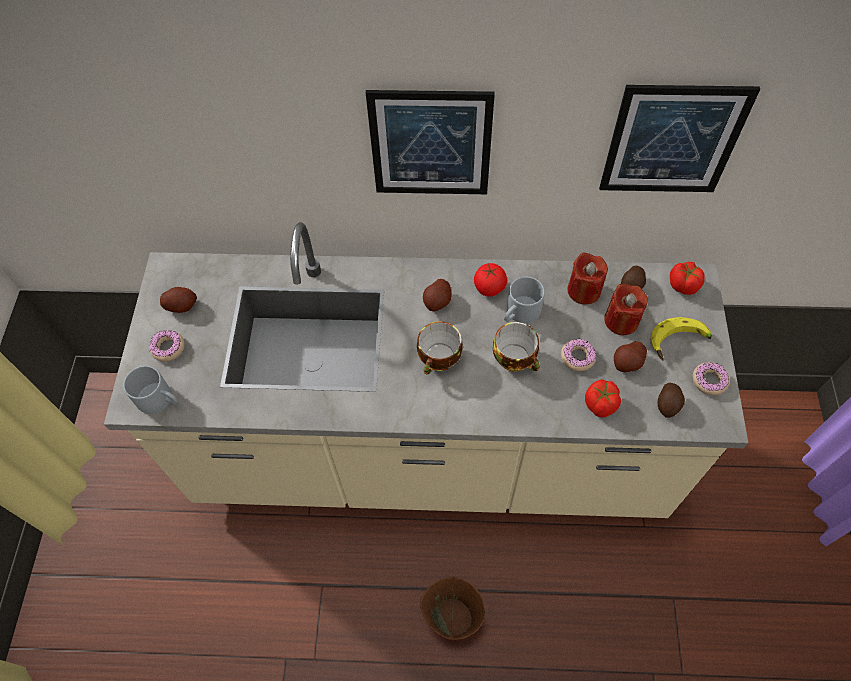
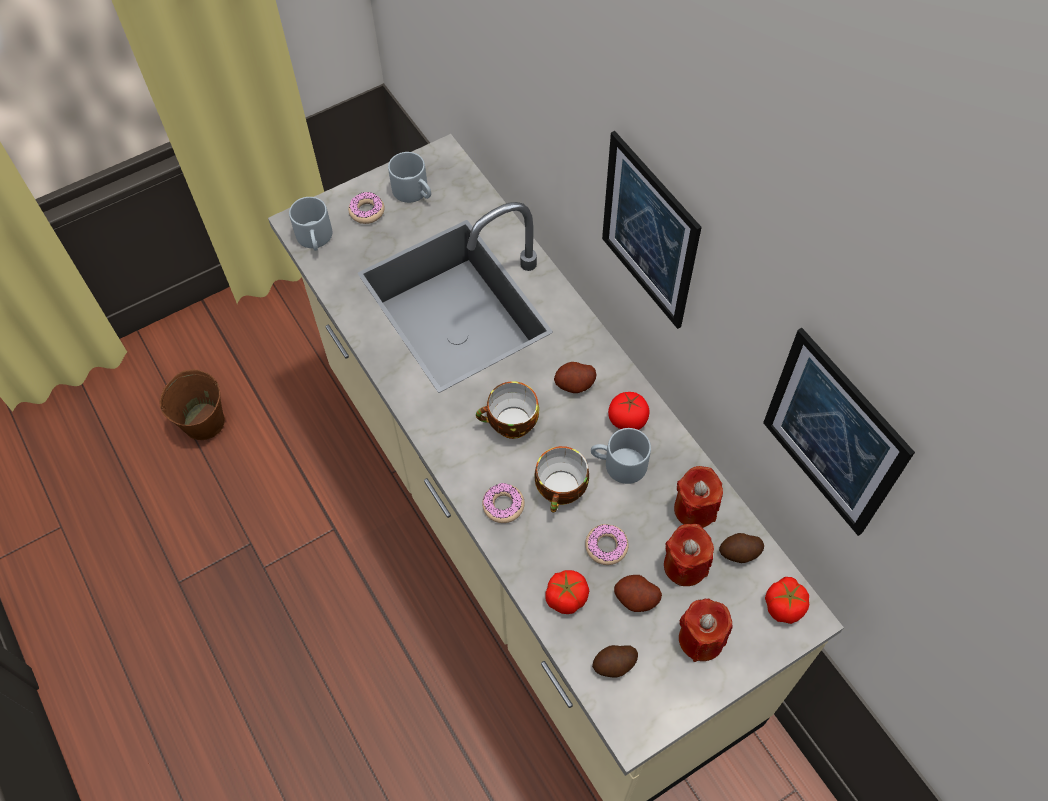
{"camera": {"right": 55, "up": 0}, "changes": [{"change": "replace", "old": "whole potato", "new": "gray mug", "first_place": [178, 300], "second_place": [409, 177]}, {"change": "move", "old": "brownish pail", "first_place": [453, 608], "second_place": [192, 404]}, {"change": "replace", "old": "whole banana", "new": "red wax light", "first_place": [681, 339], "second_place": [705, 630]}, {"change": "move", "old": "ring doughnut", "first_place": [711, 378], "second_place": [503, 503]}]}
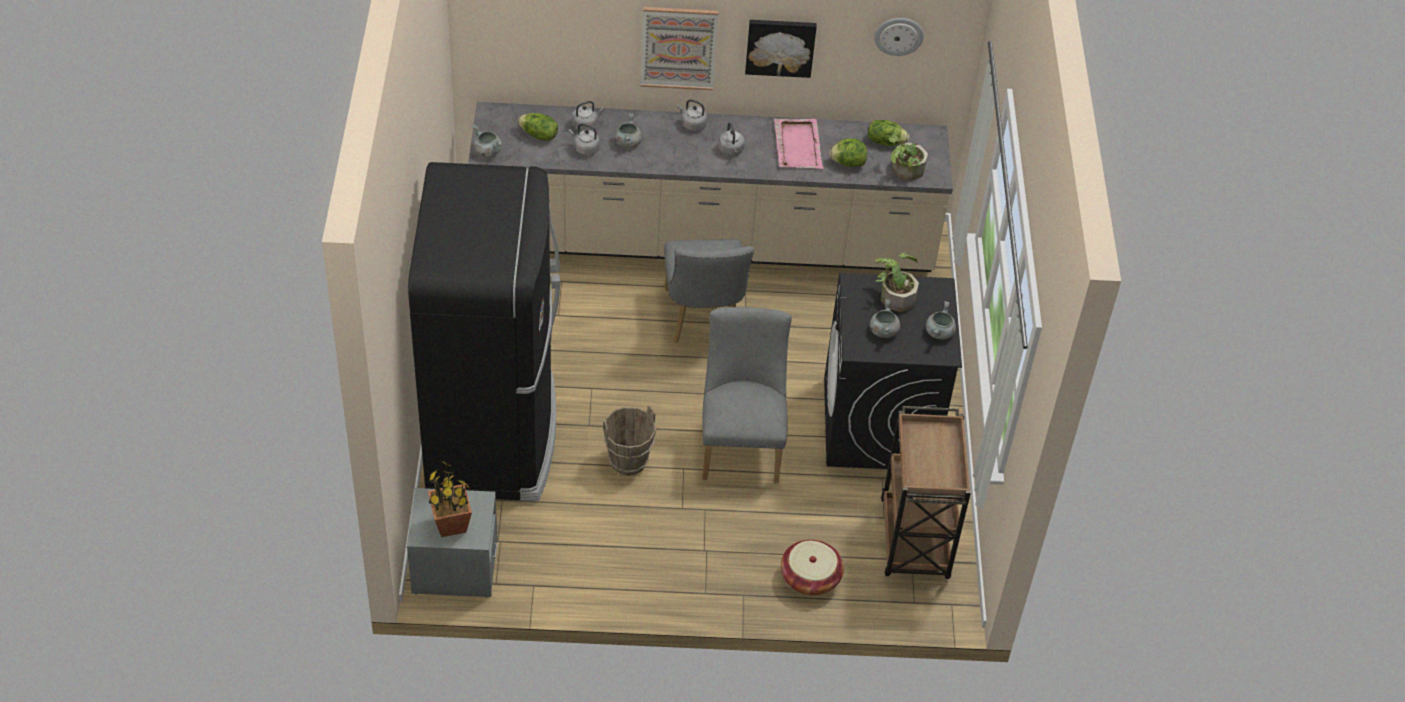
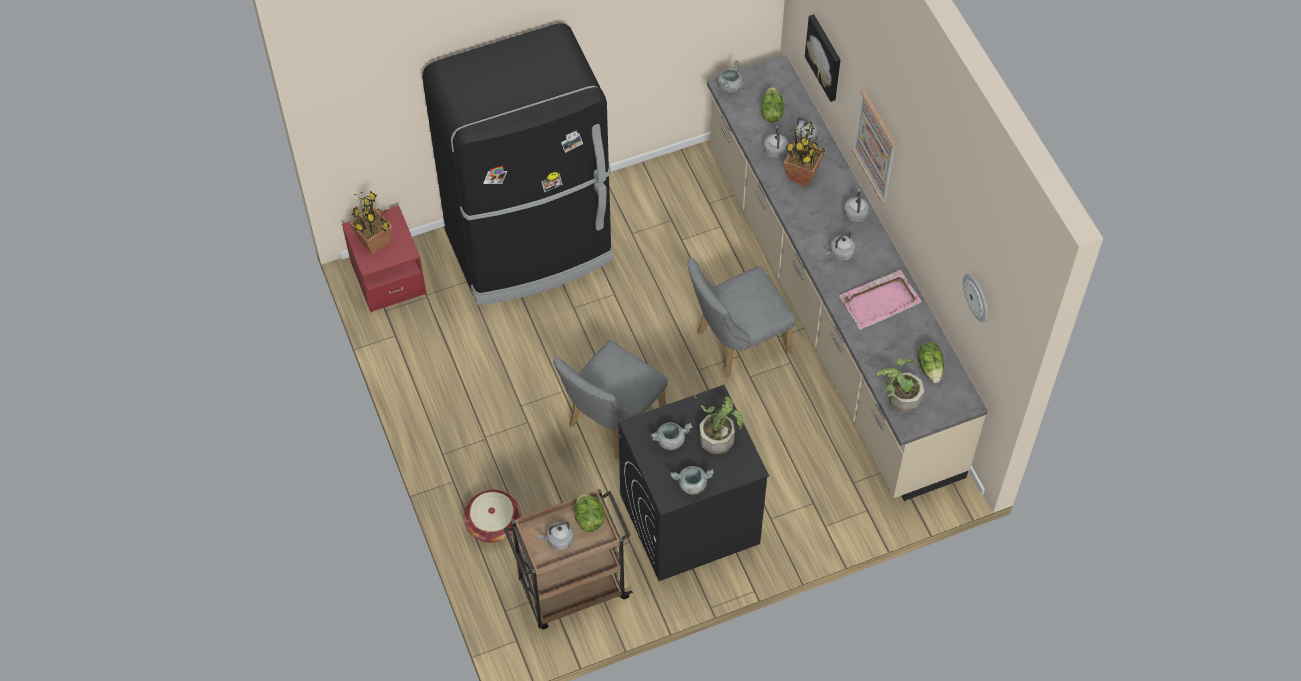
{"camera": {"right": 70, "up": 10}, "changes": [{"change": "recolor", "old": "gray bedside table", "new": "red bedside table", "first_place": [452, 543], "second_place": [384, 259]}, {"change": "delete", "old": "brownish pail", "first_place": [629, 441]}, {"change": "replace", "old": "gray stockpot", "new": "houseplant", "first_place": [628, 130], "second_place": [804, 154]}, {"change": "rotate", "old": "gray plain chair", "first_place": [747, 395], "second_place": [610, 400], "degrees": 150}, {"change": "move", "old": "wall art", "first_place": [780, 49], "second_place": [823, 58]}, {"change": "move", "old": "lettuce", "first_place": [848, 152], "second_place": [589, 513]}, {"change": "insert", "new": "gray kettle", "second_place": [556, 536]}]}
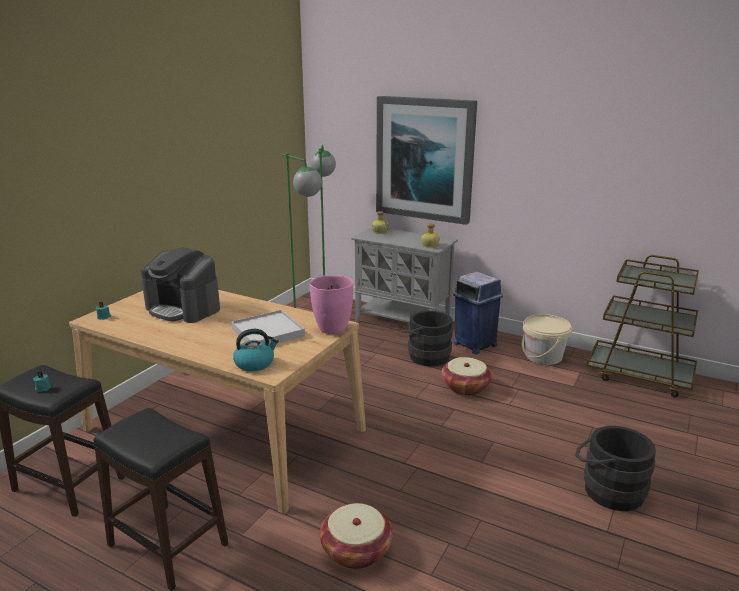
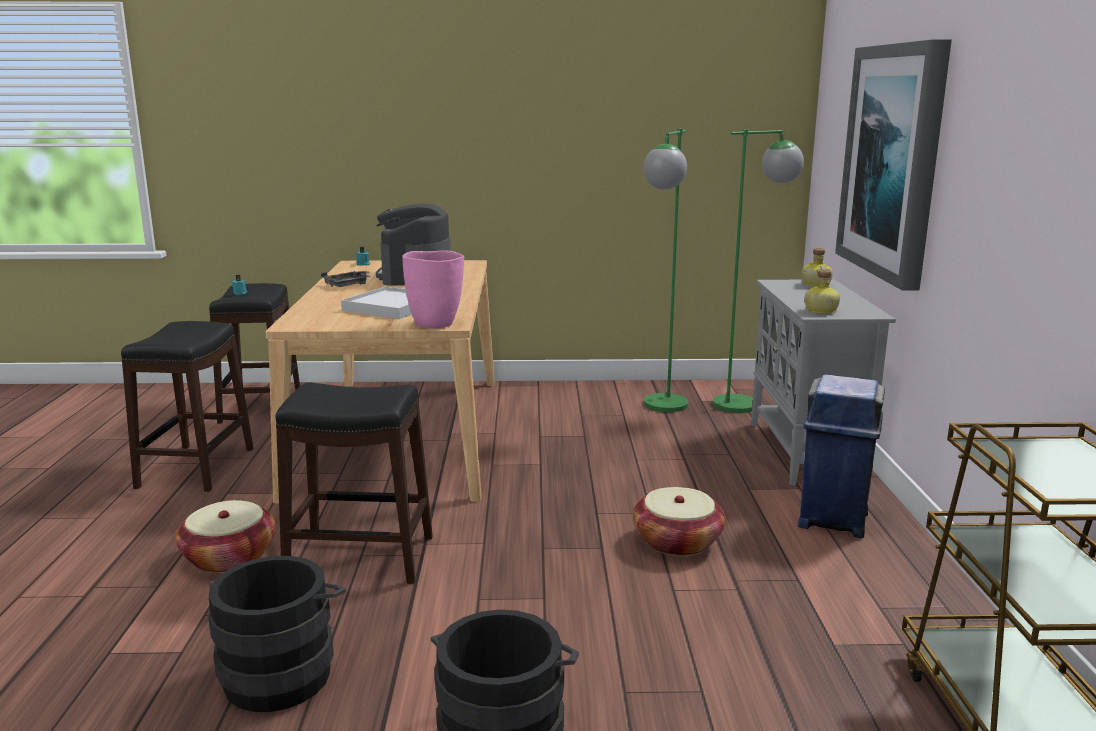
{"camera": {"right": 60, "up": -5}, "changes": [{"change": "delete", "old": "kettle", "first_place": [256, 350]}, {"change": "move", "old": "black pail", "first_place": [426, 338], "second_place": [277, 634]}, {"change": "delete", "old": "beige-coloured pail", "first_place": [547, 339]}, {"change": "insert", "new": "black stool", "second_place": [354, 483]}, {"change": "insert", "new": "gray carrying tray", "second_place": [346, 279]}]}
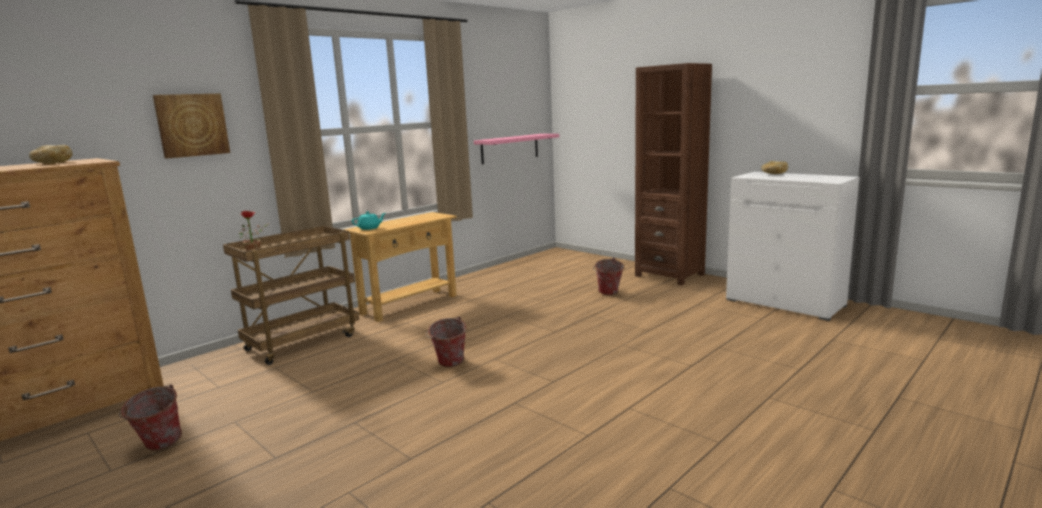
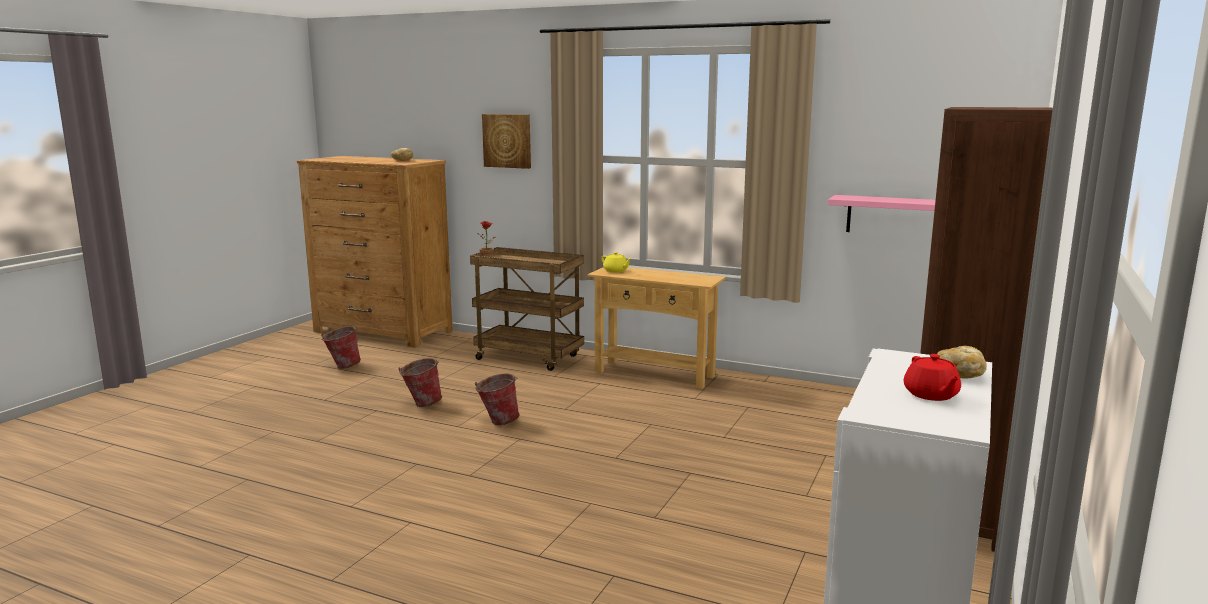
{"camera": {"right": 70, "up": 0}, "changes": [{"change": "recolor", "old": "turquoise teapot", "new": "yellow teapot", "first_place": [368, 220], "second_place": [616, 262]}, {"change": "move", "old": "pail", "first_place": [608, 276], "second_place": [420, 382]}, {"change": "insert", "new": "red teapot", "second_place": [932, 377]}]}
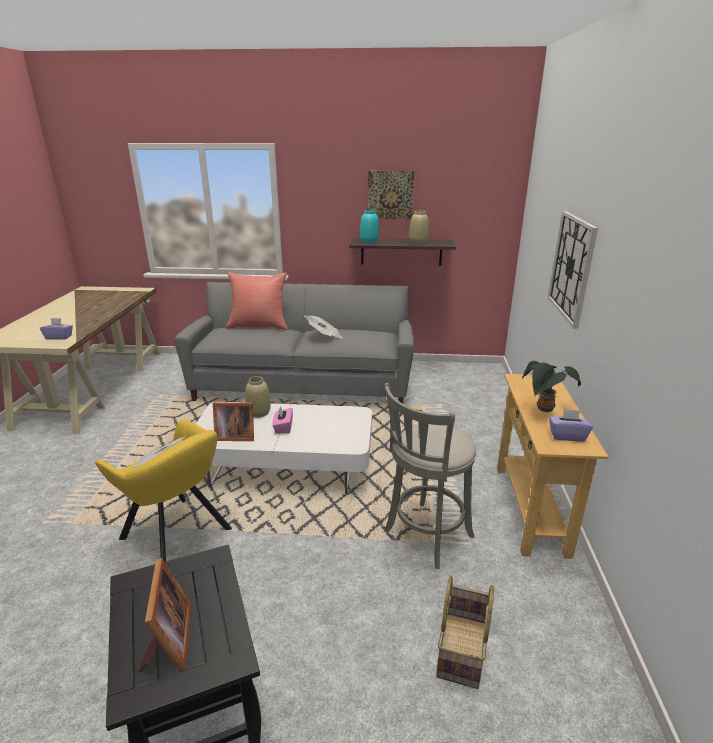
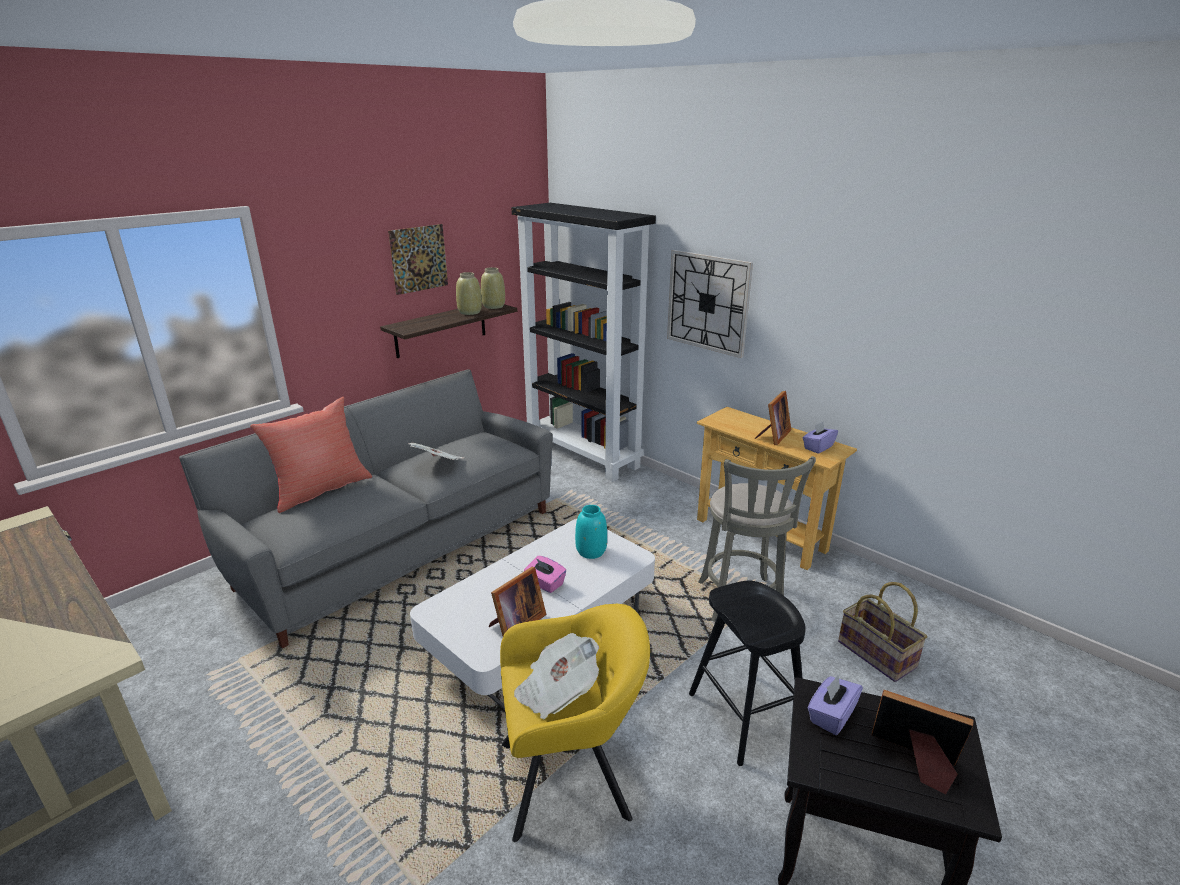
{"camera": {"right": -50, "up": 0}, "changes": [{"change": "move", "old": "purple box of tissues", "first_place": [56, 329], "second_place": [835, 705]}, {"change": "move", "old": "beige-coloured flower vase", "first_place": [258, 397], "second_place": [493, 288]}, {"change": "move", "old": "turquoise flower vase", "first_place": [369, 226], "second_place": [591, 532]}, {"change": "replace", "old": "houseplant", "new": "picture frame", "first_place": [551, 386], "second_place": [772, 418]}, {"change": "insert", "new": "black shelving unit", "second_place": [583, 342]}, {"change": "insert", "new": "black stool", "second_place": [747, 673]}]}
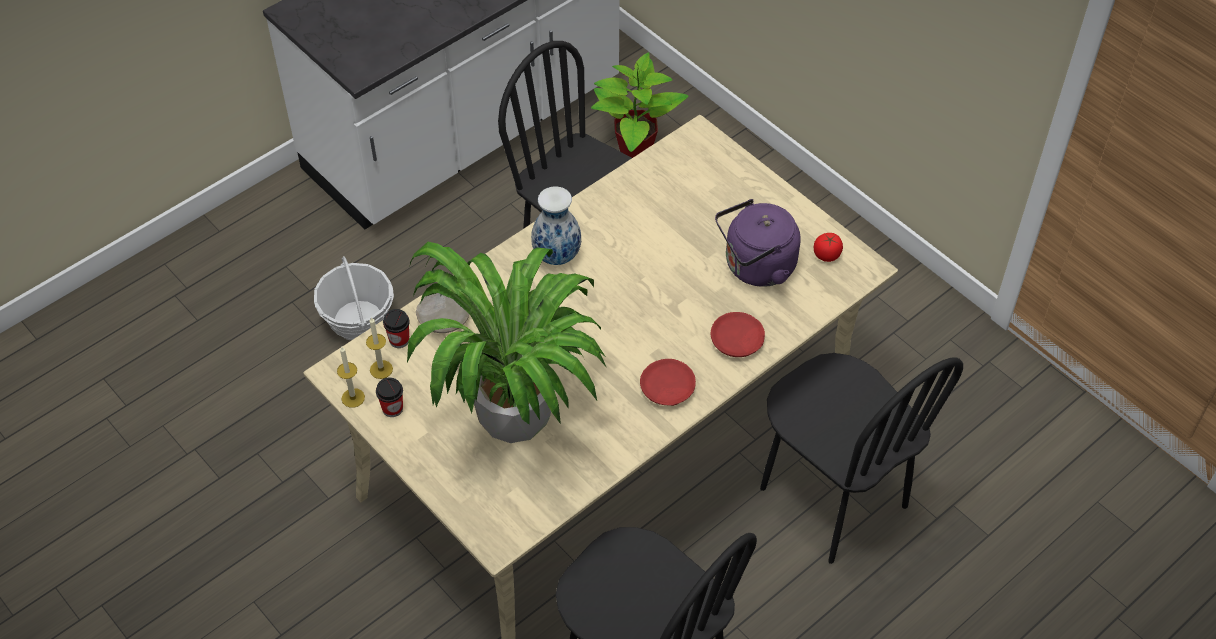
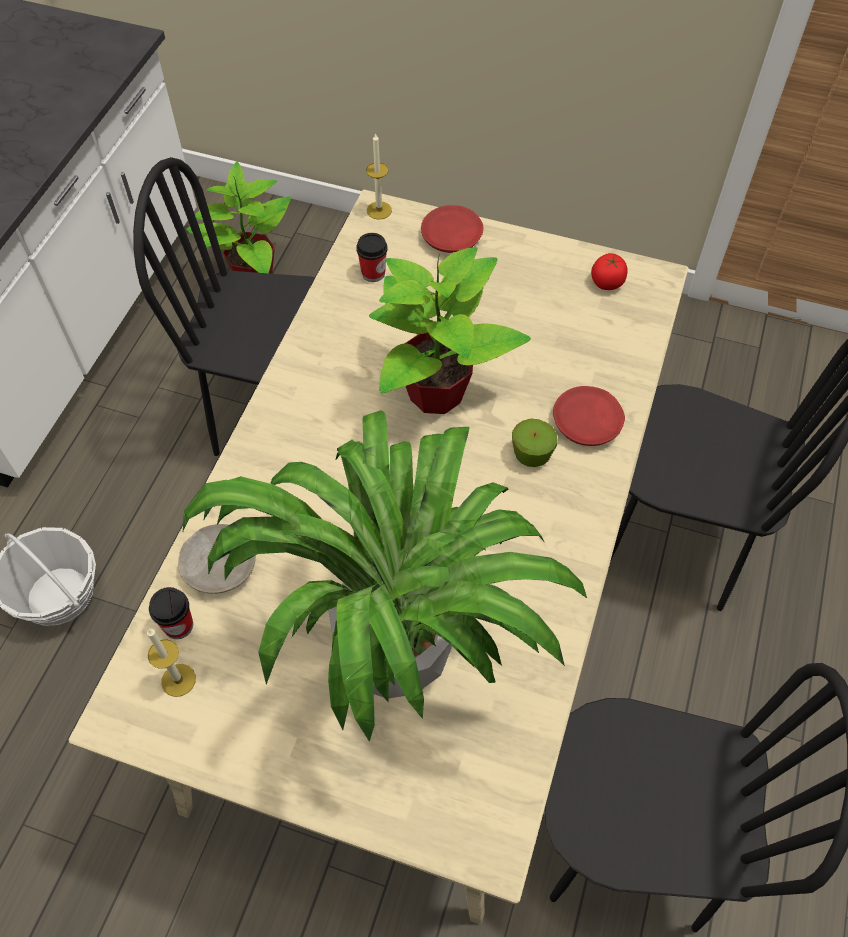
{"camera": {"right": -30, "up": 5}, "changes": [{"change": "move", "old": "wax light", "first_place": [351, 377], "second_place": [379, 176]}, {"change": "move", "old": "drinking cup", "first_place": [389, 397], "second_place": [372, 257]}, {"change": "delete", "old": "flower vase", "first_place": [556, 225]}, {"change": "move", "old": "red dinner plate", "first_place": [668, 382], "second_place": [452, 229]}, {"change": "delete", "old": "purple kettle", "first_place": [758, 243]}, {"change": "insert", "new": "houseplant", "second_place": [450, 330]}, {"change": "insert", "new": "apple fruit", "second_place": [535, 443]}]}
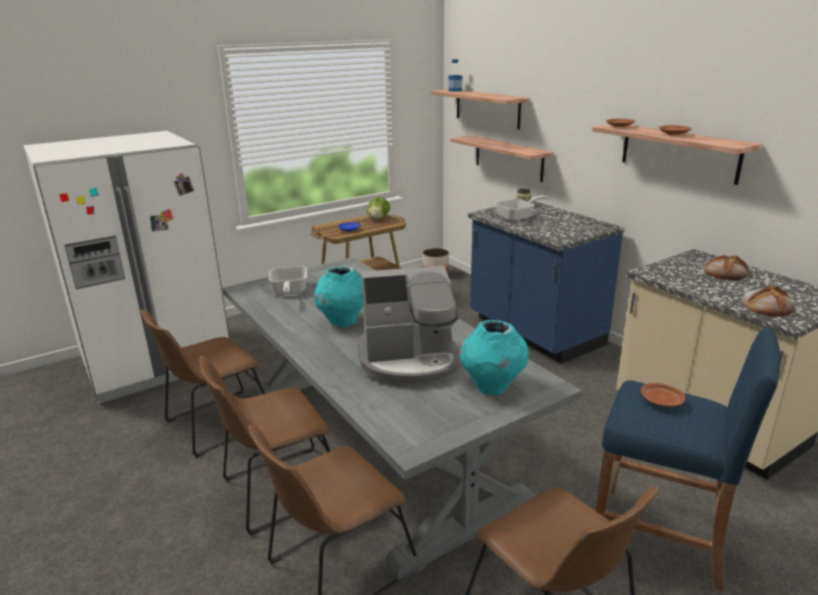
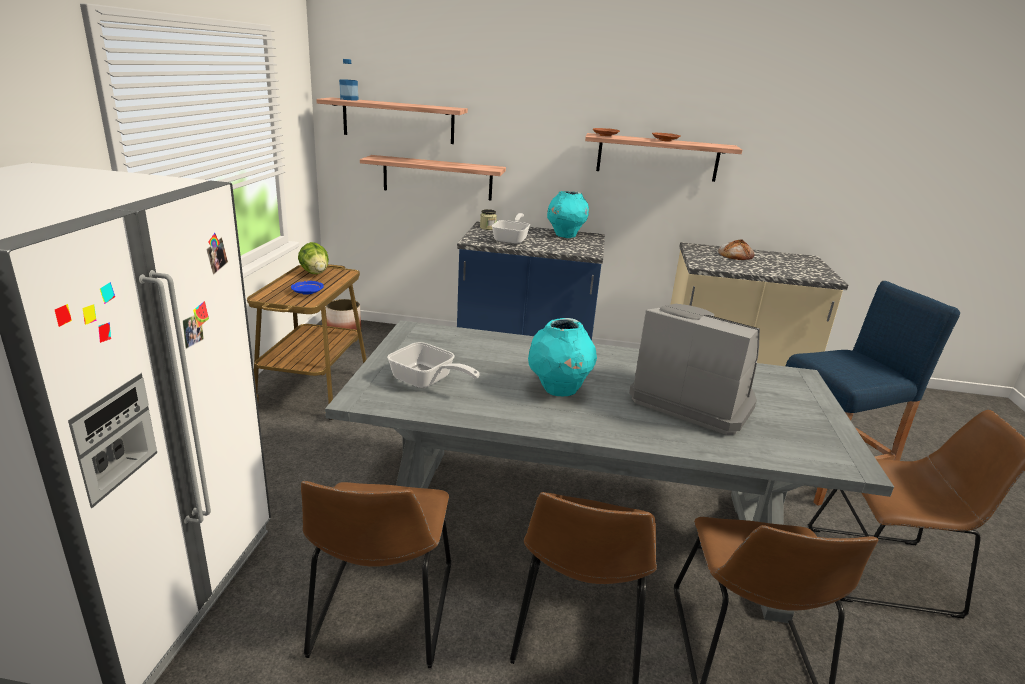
{"camera": {"right": -50, "up": 0}, "changes": [{"change": "rotate", "old": "coffee machine", "first_place": [408, 326], "second_place": [694, 369], "degrees": -90}, {"change": "move", "old": "turquoise flower vase", "first_place": [494, 357], "second_place": [568, 214]}, {"change": "delete", "old": "brownish dinner plate", "first_place": [663, 395]}, {"change": "delete", "old": "baked bread", "first_place": [768, 301]}]}
